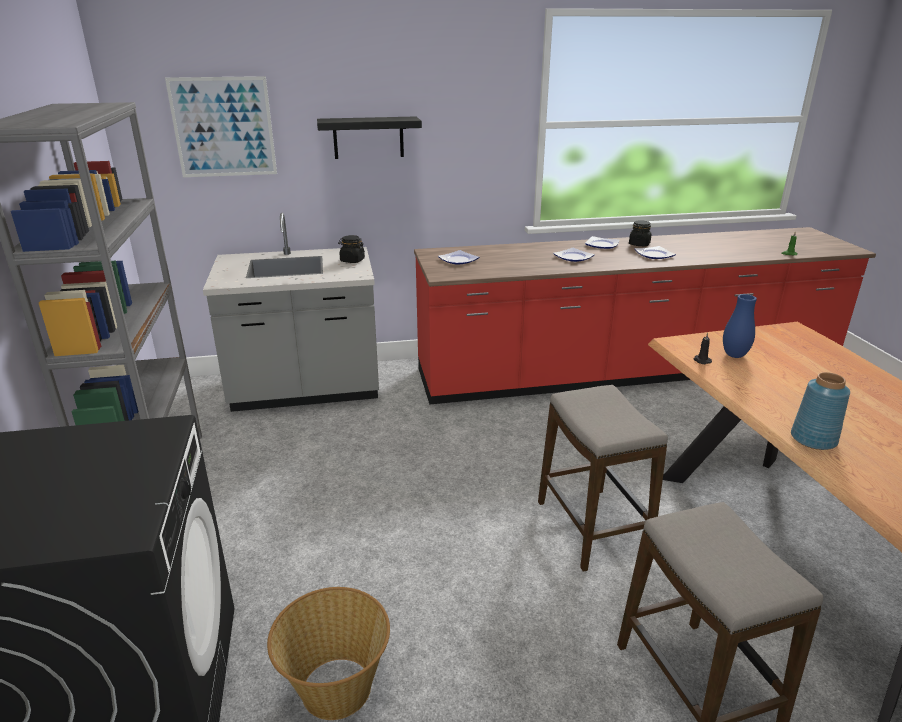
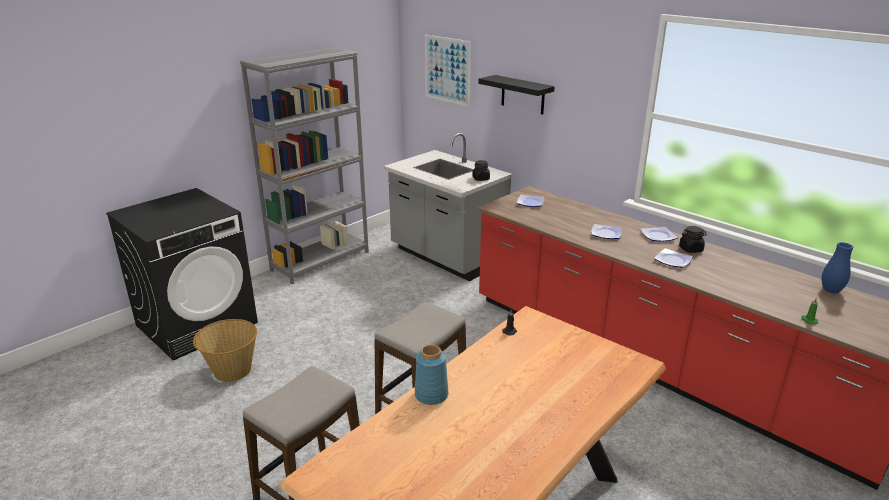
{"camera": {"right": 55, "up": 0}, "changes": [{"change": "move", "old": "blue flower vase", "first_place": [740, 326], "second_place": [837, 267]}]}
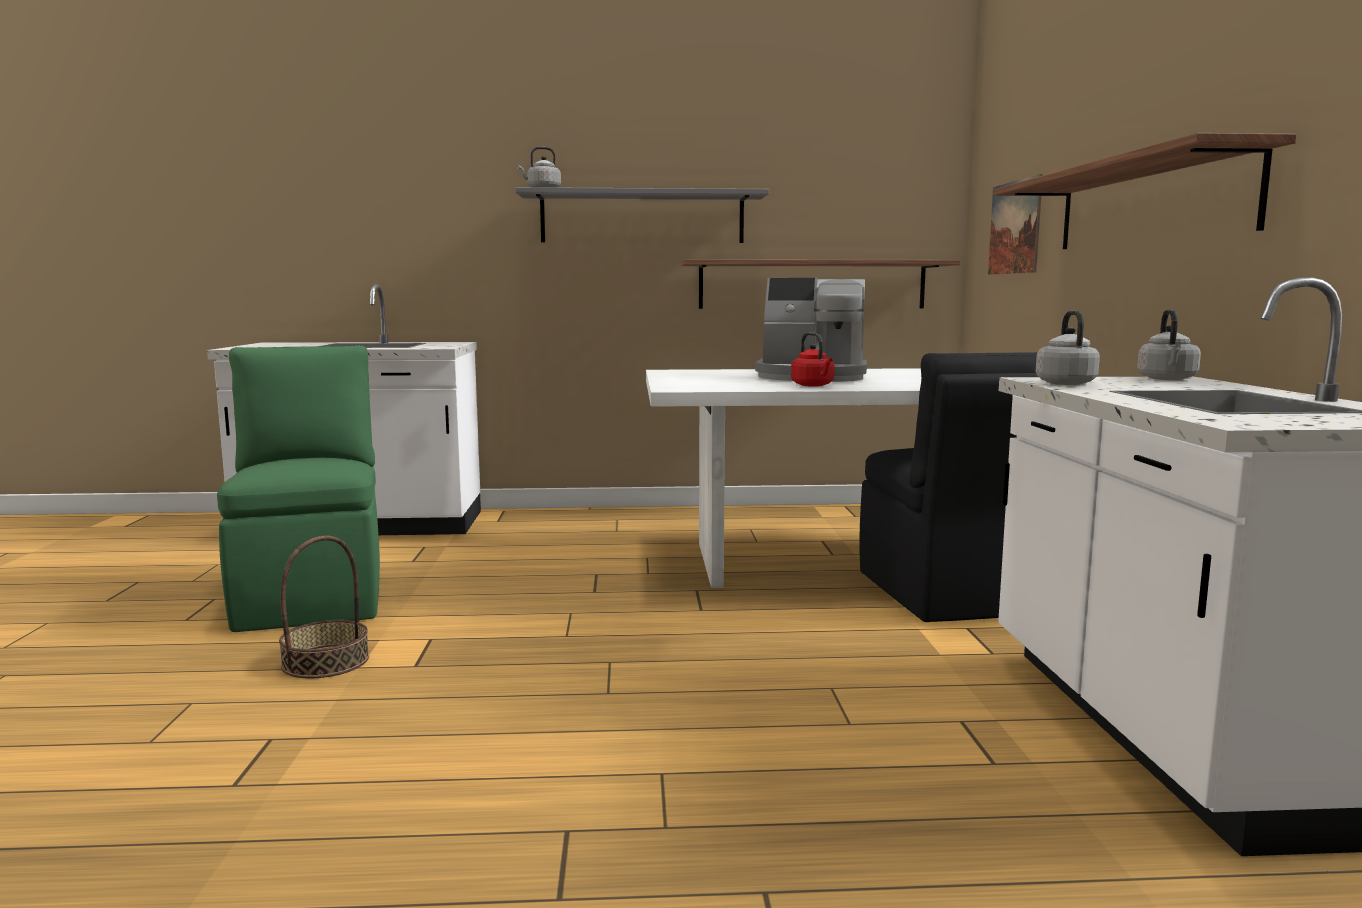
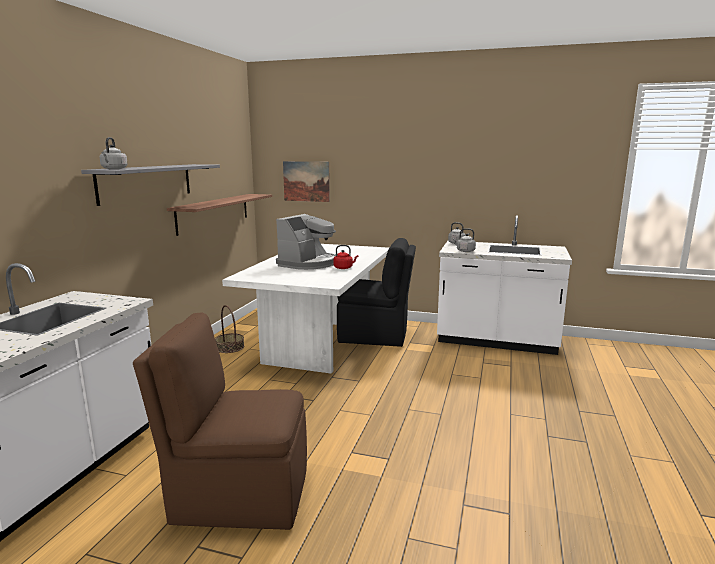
{"camera": {"right": -70, "up": 5}, "changes": [{"change": "recolor", "old": "green plain chair", "new": "brownish plain chair", "first_place": [298, 488], "second_place": [220, 421]}, {"change": "move", "old": "storage basket", "first_place": [324, 607], "second_place": [229, 329]}, {"change": "delete", "old": "wall shelf", "first_place": [1145, 191]}]}
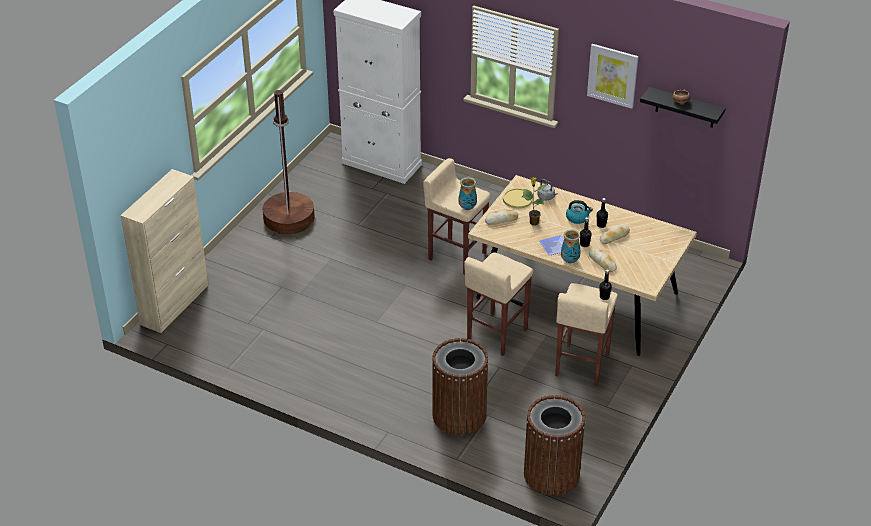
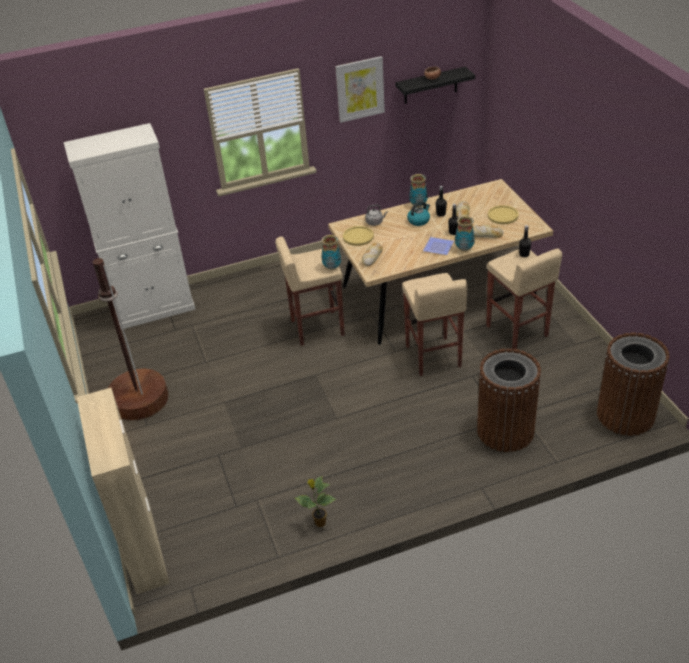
{"camera": {"right": -45, "up": 0}, "changes": [{"change": "move", "old": "houseplant", "first_place": [535, 201], "second_place": [315, 501]}, {"change": "insert", "new": "flower vase", "second_place": [418, 190]}, {"change": "insert", "new": "yellow dinner plate", "second_place": [503, 214]}]}
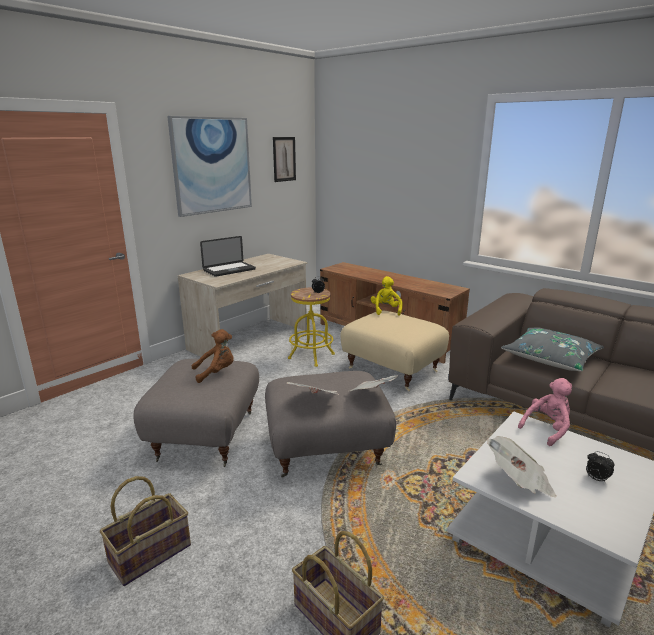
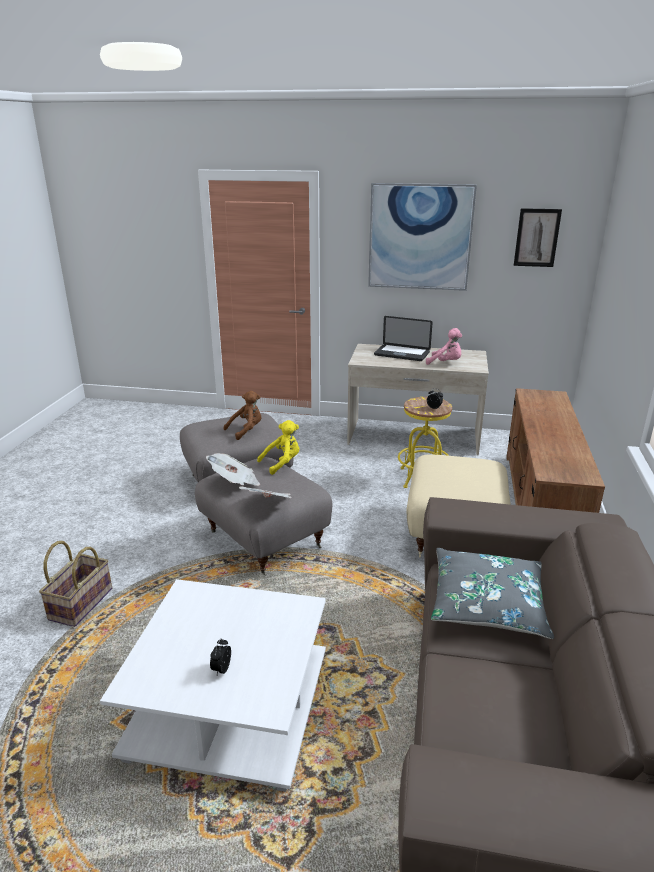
{"camera": {"right": 60, "up": 5}, "changes": [{"change": "delete", "old": "storage basket", "first_place": [145, 531]}, {"change": "rotate", "old": "brownish cuddly toy", "first_place": [213, 356], "second_place": [242, 415], "degrees": -75}, {"change": "move", "old": "yellow cuddly toy", "first_place": [387, 296], "second_place": [278, 447]}, {"change": "delete", "old": "newspaper", "first_place": [522, 466]}, {"change": "move", "old": "pink-coloured cuddly toy", "first_place": [545, 412], "second_place": [444, 346]}]}
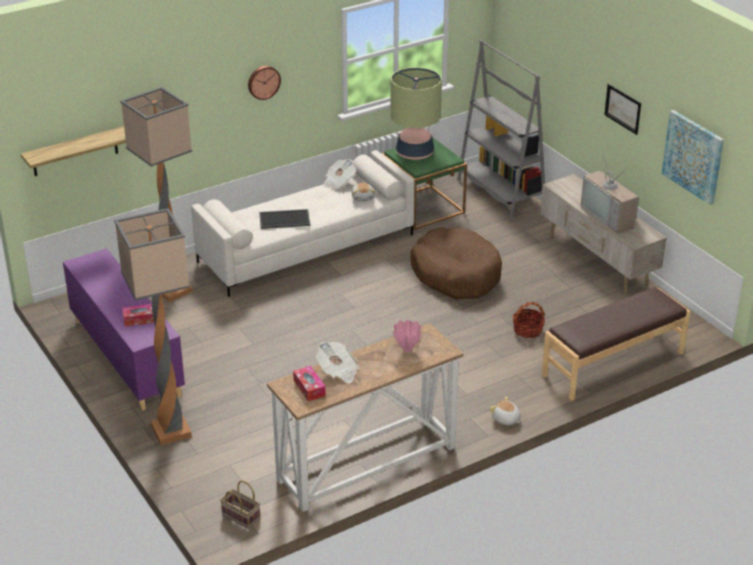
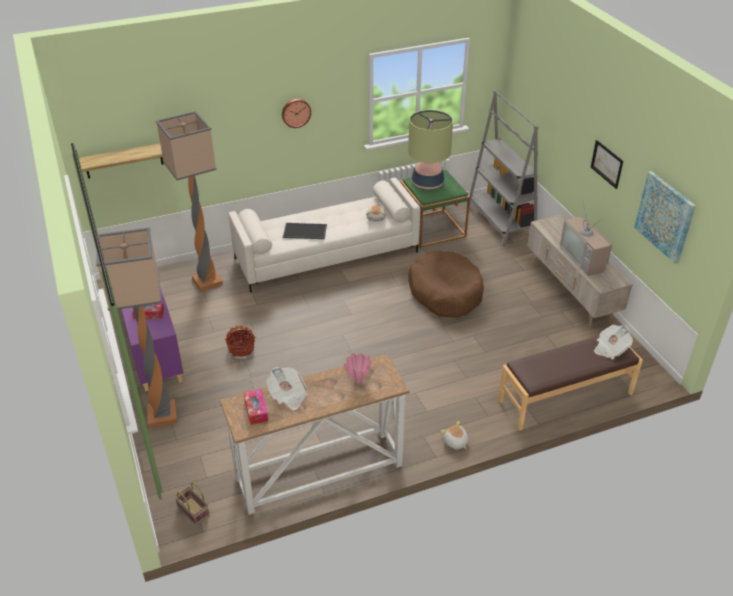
{"camera": {"right": 10, "up": 5}, "changes": [{"change": "move", "old": "newspaper", "first_place": [339, 174], "second_place": [613, 342]}, {"change": "move", "old": "storage basket", "first_place": [528, 320], "second_place": [240, 341]}]}
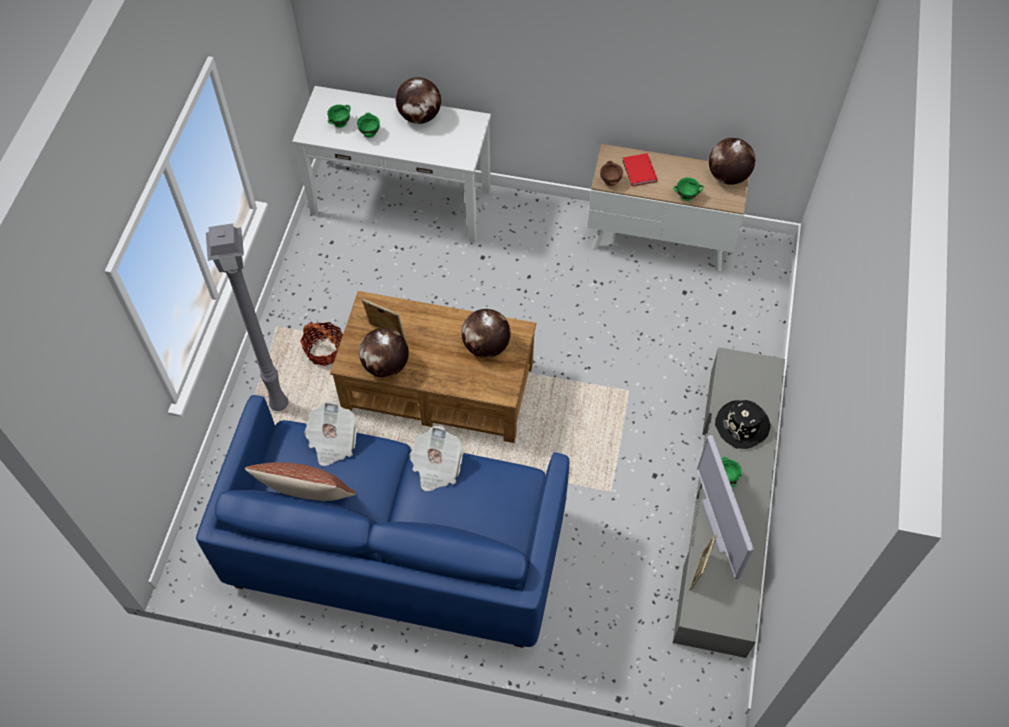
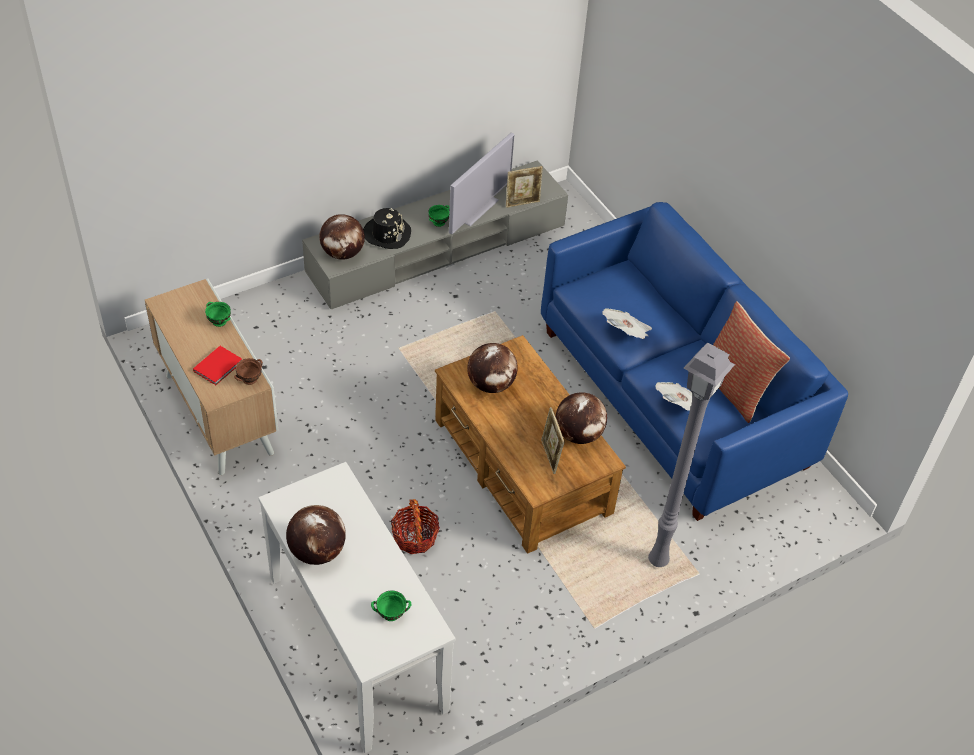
{"camera": {"right": -135, "up": -10}, "changes": [{"change": "move", "old": "storage basket", "first_place": [321, 344], "second_place": [415, 526]}, {"change": "delete", "old": "green serving bowl", "first_place": [368, 125]}, {"change": "move", "old": "desk globe", "first_place": [732, 161], "second_place": [342, 237]}]}
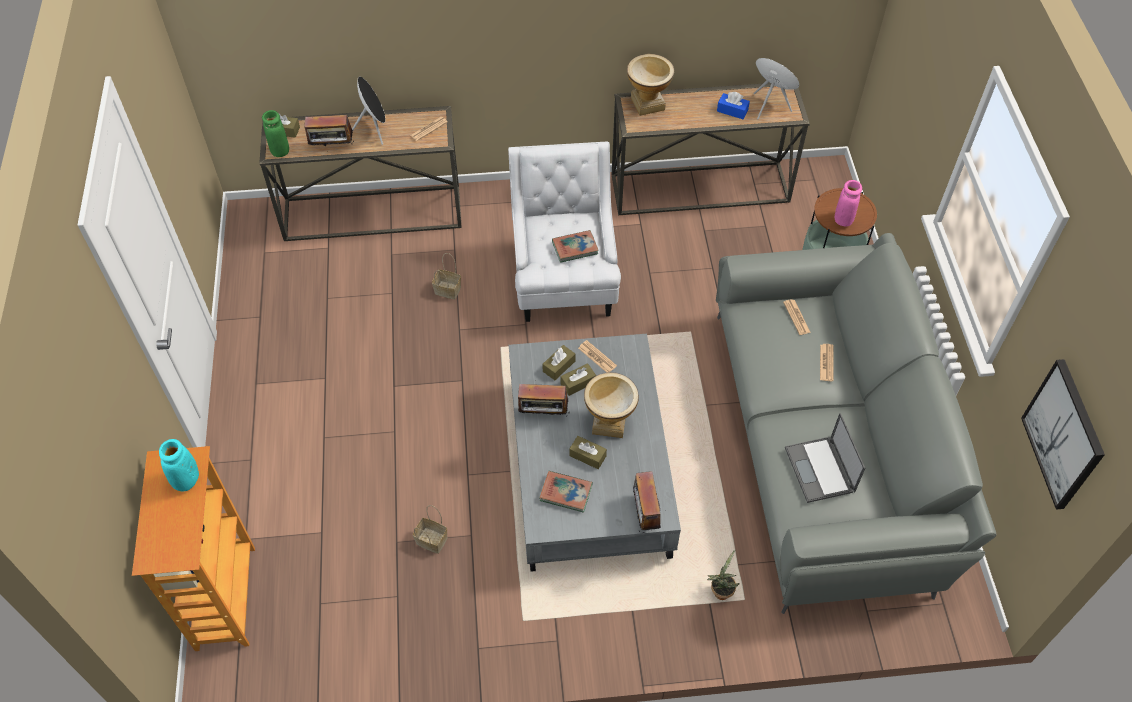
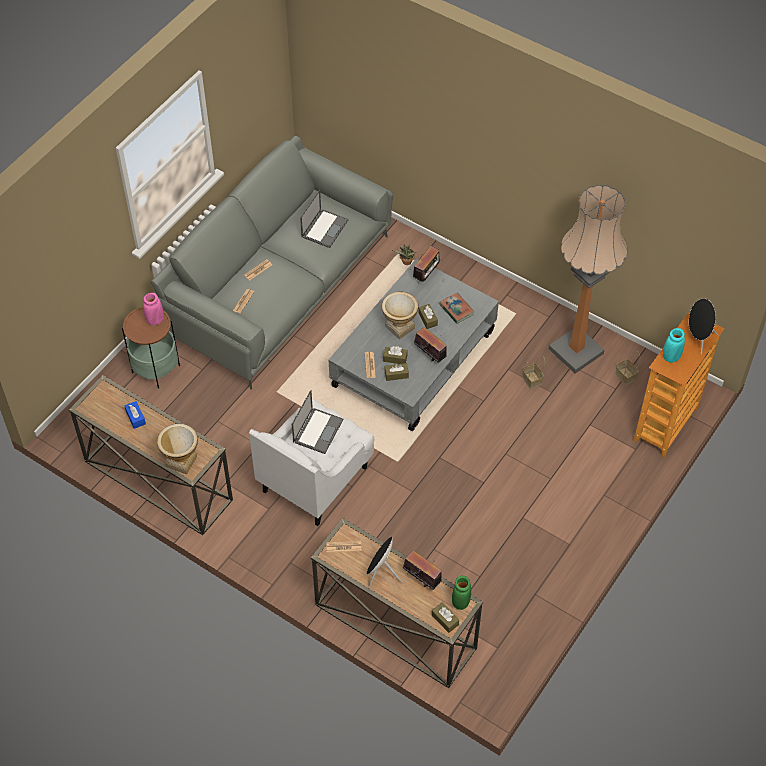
{"camera": {"right": -140, "up": 0}, "changes": [{"change": "move", "old": "storage basket", "first_place": [446, 276], "second_place": [627, 368]}, {"change": "replace", "old": "bound book", "new": "notebook computer", "first_place": [575, 246], "second_place": [317, 422]}, {"change": "move", "old": "black audio speaker", "first_place": [776, 88], "second_place": [703, 326]}, {"change": "delete", "old": "wall art", "first_place": [1063, 434]}, {"change": "insert", "new": "floor lamp", "second_place": [588, 279]}]}
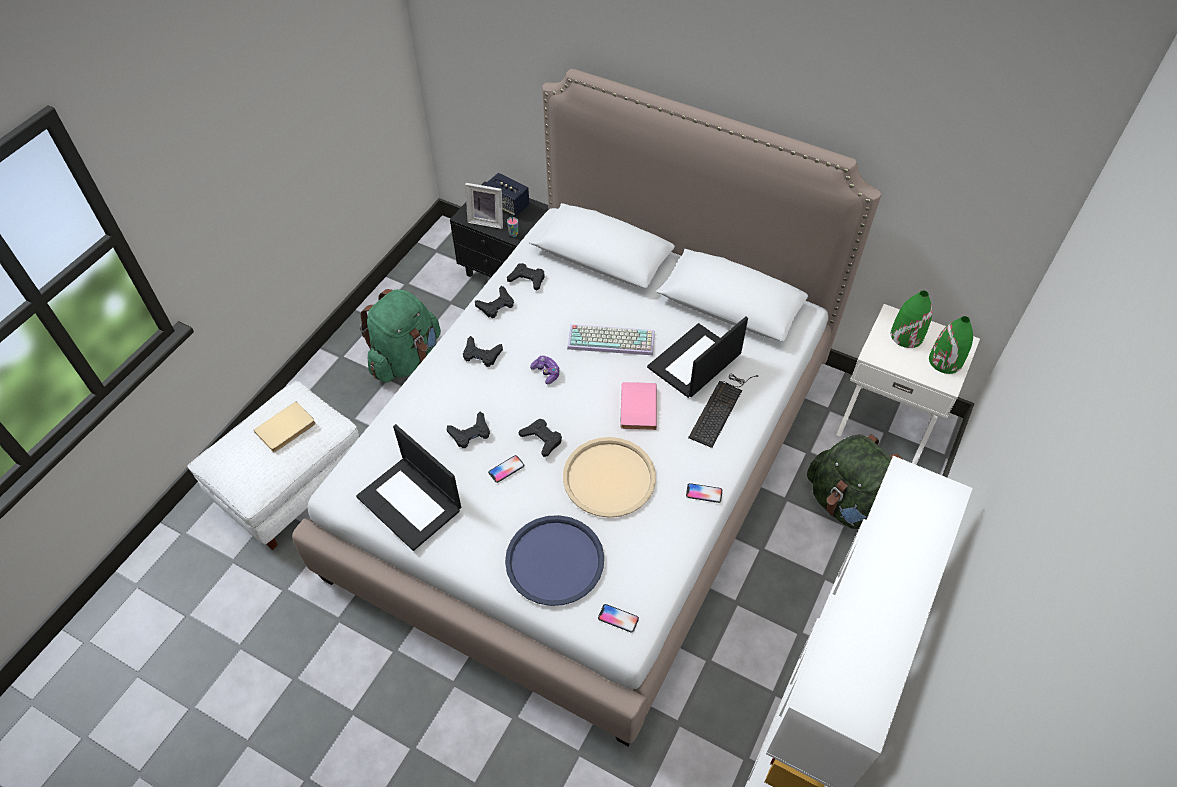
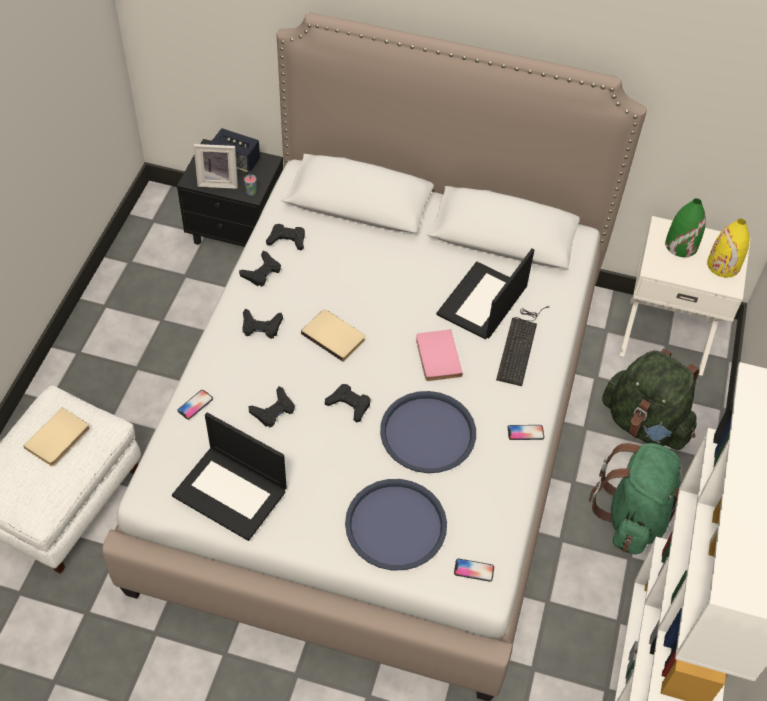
{"camera": {"right": -15, "up": 0}, "changes": [{"change": "move", "old": "green knapsack", "first_place": [400, 335], "second_place": [635, 499]}, {"change": "move", "old": "handset", "first_place": [506, 469], "second_place": [195, 405]}, {"change": "replace", "old": "gamepad", "new": "beige-coloured bound book", "first_place": [545, 369], "second_place": [333, 335]}, {"change": "recolor", "old": "beige-coloured carrying tray", "new": "blue carrying tray", "first_place": [609, 477], "second_place": [428, 432]}, {"change": "delete", "old": "PC keyboard", "first_place": [611, 339]}, {"change": "recolor", "old": "green flower vase", "new": "yellow flower vase", "first_place": [951, 345], "second_place": [728, 248]}]}
